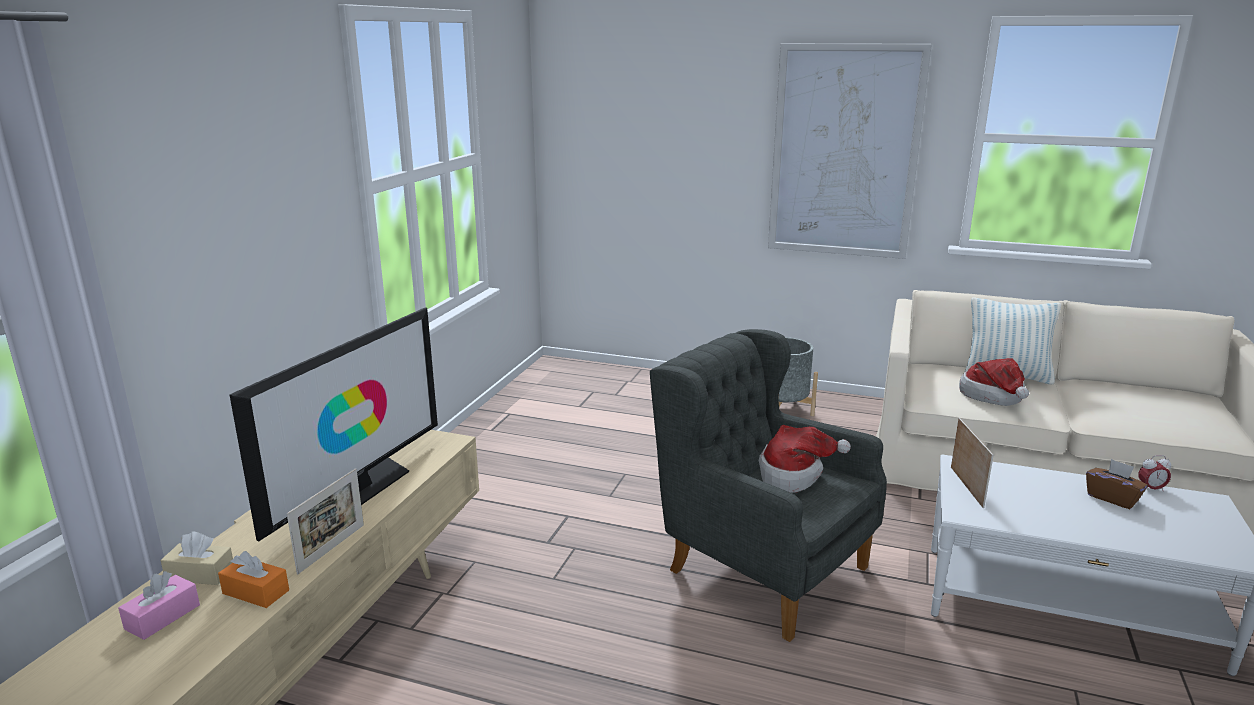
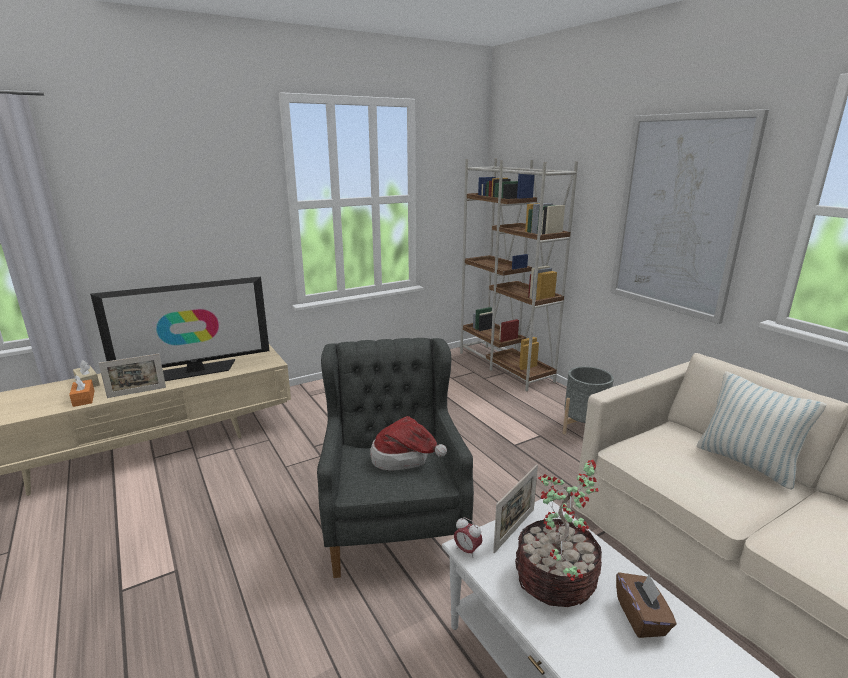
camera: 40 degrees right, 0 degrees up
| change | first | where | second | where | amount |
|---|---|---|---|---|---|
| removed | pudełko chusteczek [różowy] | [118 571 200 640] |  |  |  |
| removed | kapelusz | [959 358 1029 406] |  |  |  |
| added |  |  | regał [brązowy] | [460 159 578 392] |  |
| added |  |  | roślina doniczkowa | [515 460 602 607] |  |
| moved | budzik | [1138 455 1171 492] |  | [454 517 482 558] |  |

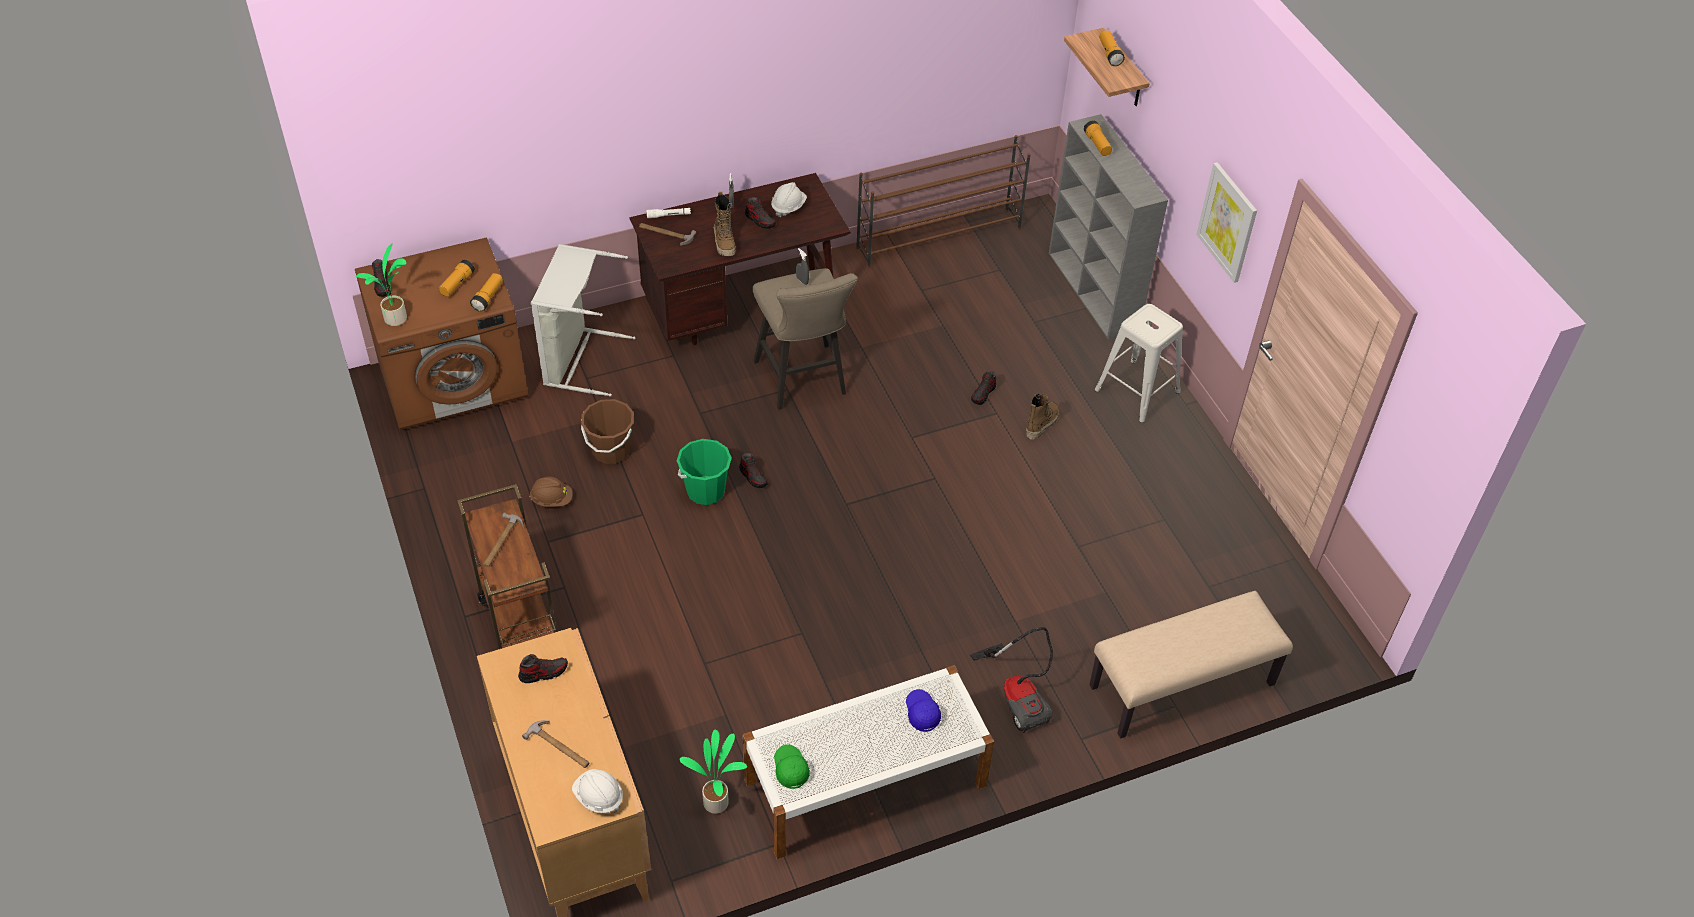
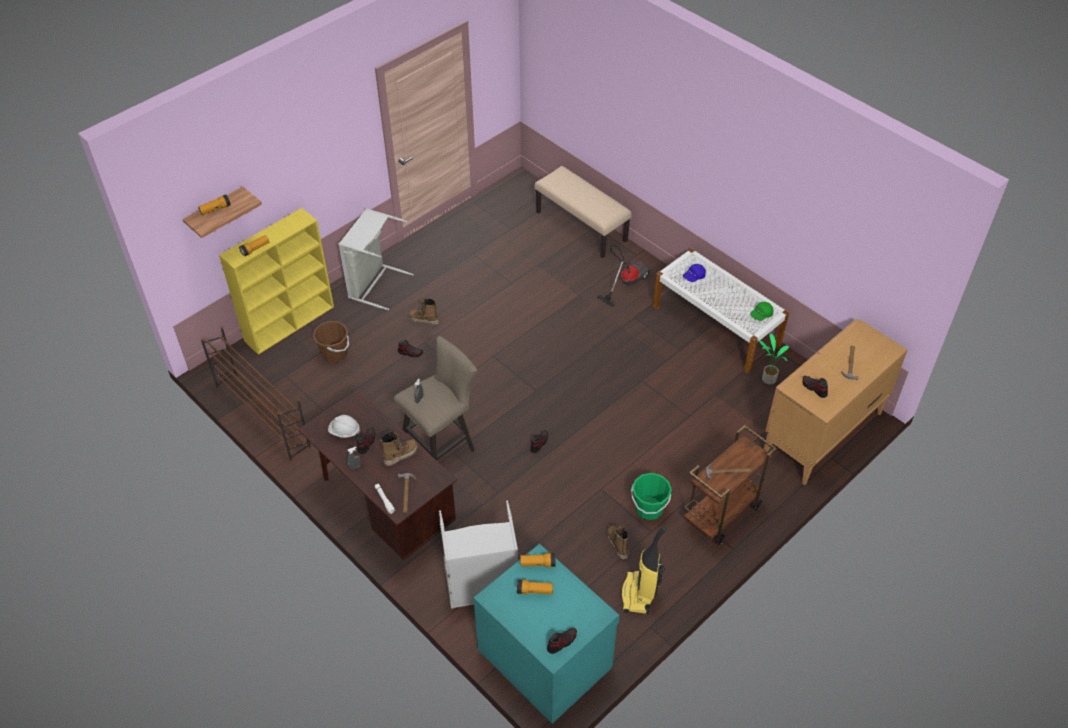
camera: 110 degrees left, 0 degrees up
| change | first | where | second | where | amount |
|---|---|---|---|---|---|
| removed | roślina doniczkowa | [356 244 407 326] |  |  |  |
| removed | kask [biały] | [572 769 623 813] |  |  |  |
| removed | obraz | [1196 162 1257 283] |  |  |  |
| added |  |  | odkurzacz | [621 527 667 614] |  |
| moved | wiadro [brązowy] | [581 399 634 464] |  | [313 321 349 363] |  |
| moved | wiadro [zielony] | [677 439 732 505] |  | [631 473 672 520] |  |
| replaced | kask [brązowy] | [529 477 573 507] | but z cholewką | [607 525 629 560] |  |
| replaced | stołek [biały] | [1094 304 1183 423] | kosz na pranie [szary] | [338 208 414 310] |  |
| recoloured | pralka [brązowy] | [355 237 528 430] | pralka [turkusowy] | [474 544 620 724] |  |
| recoloured | regał [szary] | [1049 114 1168 340] | regał [żółty] | [219 208 334 355] |  |

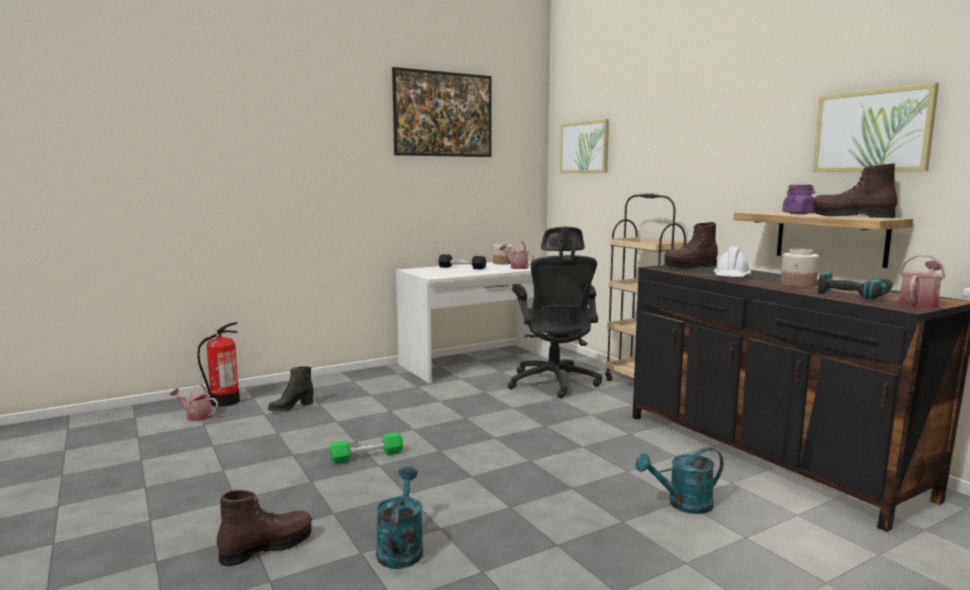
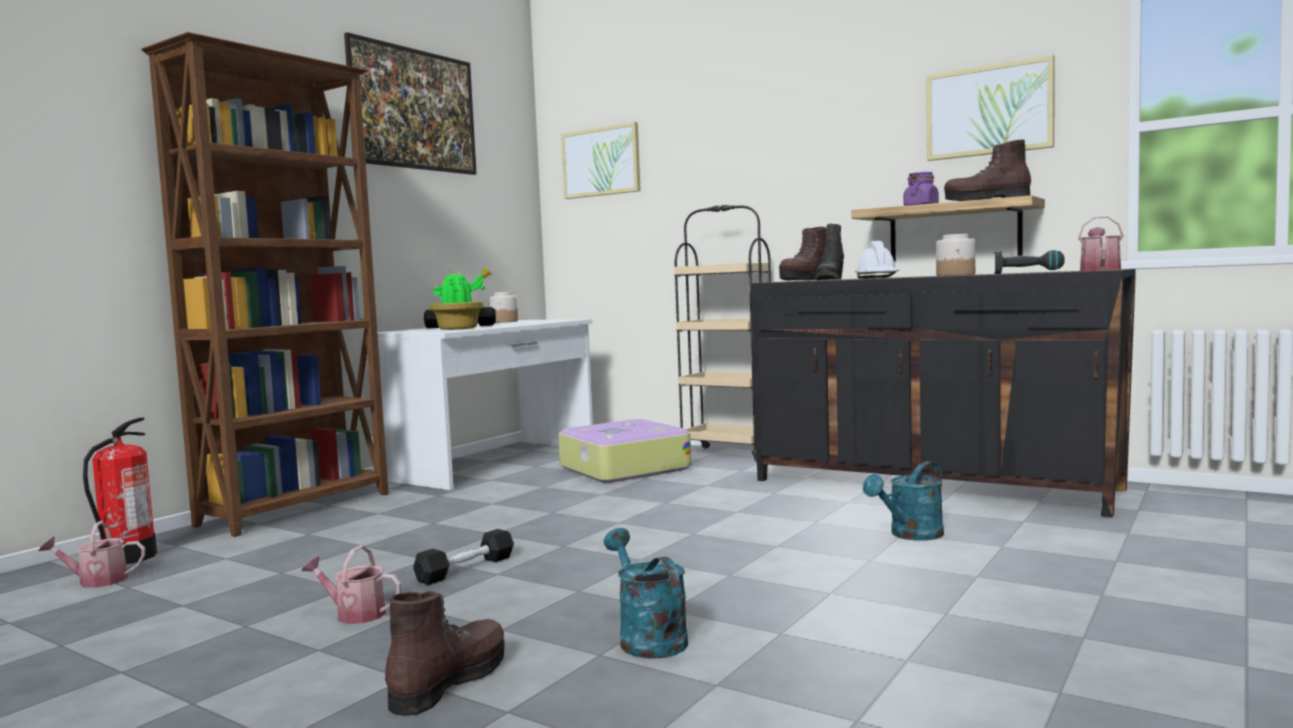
camera: 25 degrees left, 5 degrees down
| change | first | where | second | where | amount |
|---|---|---|---|---|---|
| added |  |  | regał [brązowy] | [141 32 389 537] |  |
| added |  |  | roślina doniczkowa | [429 267 492 330] |  |
| moved | but z cholewką [czarny] | [268 366 314 412] |  | [815 223 844 280] |  |
| moved | konewka | [499 241 534 269] |  | [302 545 401 624] |  |
| replaced | krzesło biurowe | [508 227 602 399] | walizka | [558 419 691 483] |  |
| recoloured | hantel [zielony] | [330 432 403 464] | hantel [czarny] | [413 529 514 585] |  |

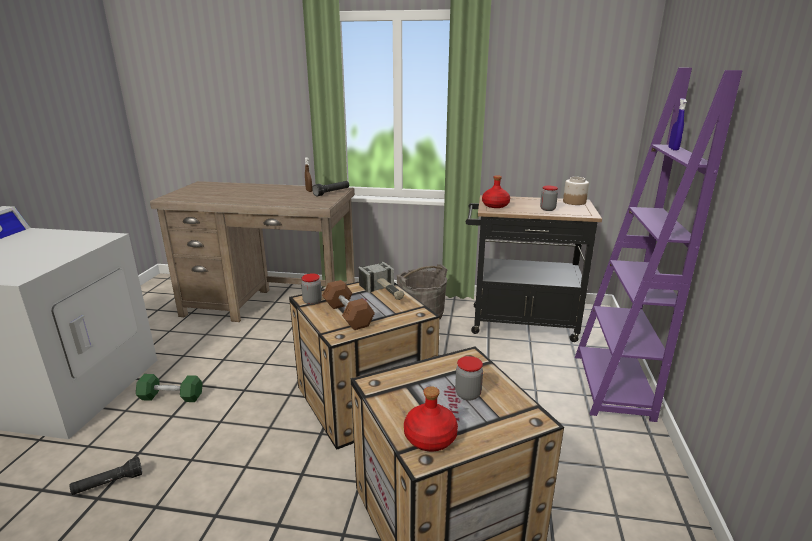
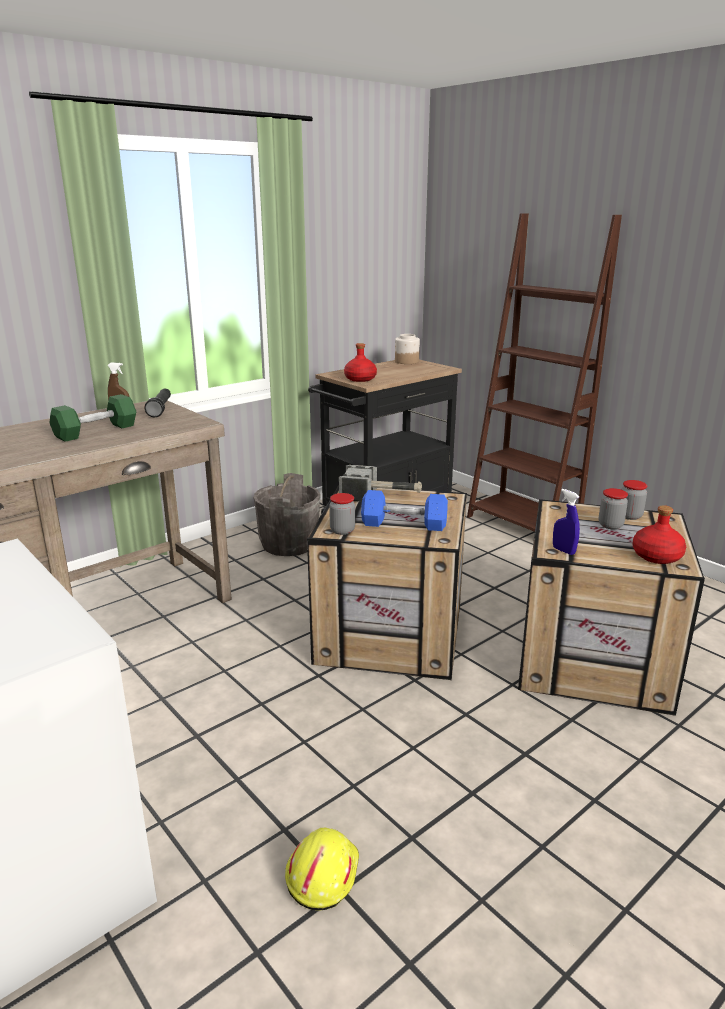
camera: 50 degrees left, 0 degrees up
| change | first | where | second | where | amount |
|---|---|---|---|---|---|
| moved | hantel [zielony] | [136 374 202 402] |  | [50 394 136 442] |  |
| moved | słoik | [540 186 558 211] |  | [621 480 647 520] |  |
| moved | spryskiwacz [niebieski] | [668 98 687 151] |  | [553 489 580 555] |  |
| replaced | latarka [czarny] | [70 457 142 495] | kask [żółty] | [285 828 359 910] |  |
| recoloured | hantel [brązowy] | [322 280 375 330] | hantel [niebieski] | [361 490 448 531] |  |
| recoloured | regał [fioletowy] | [575 68 743 422] | regał [brązowy] | [467 213 622 532] |  |

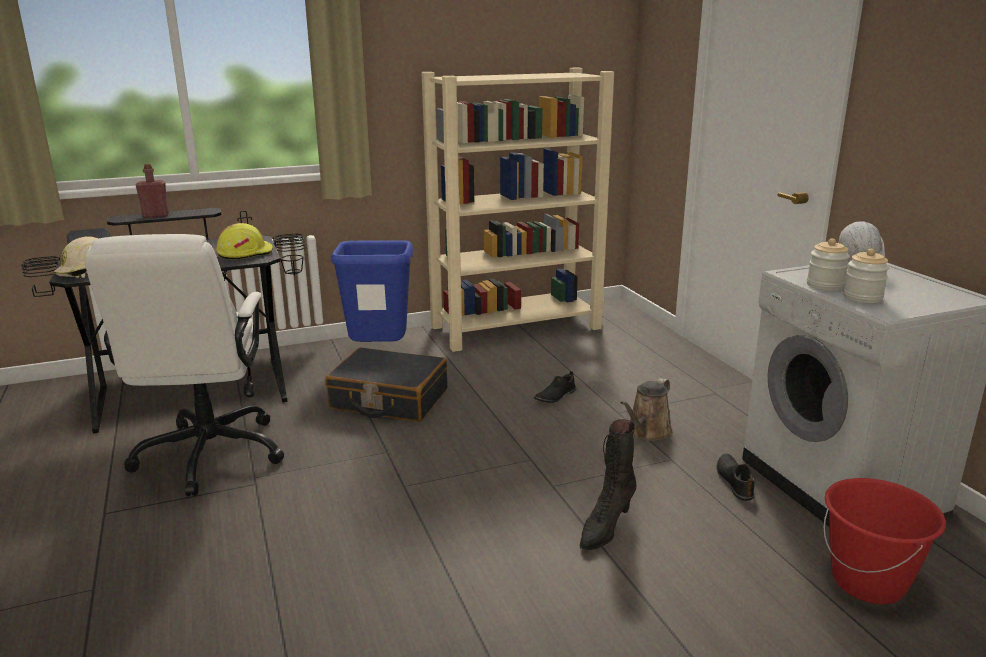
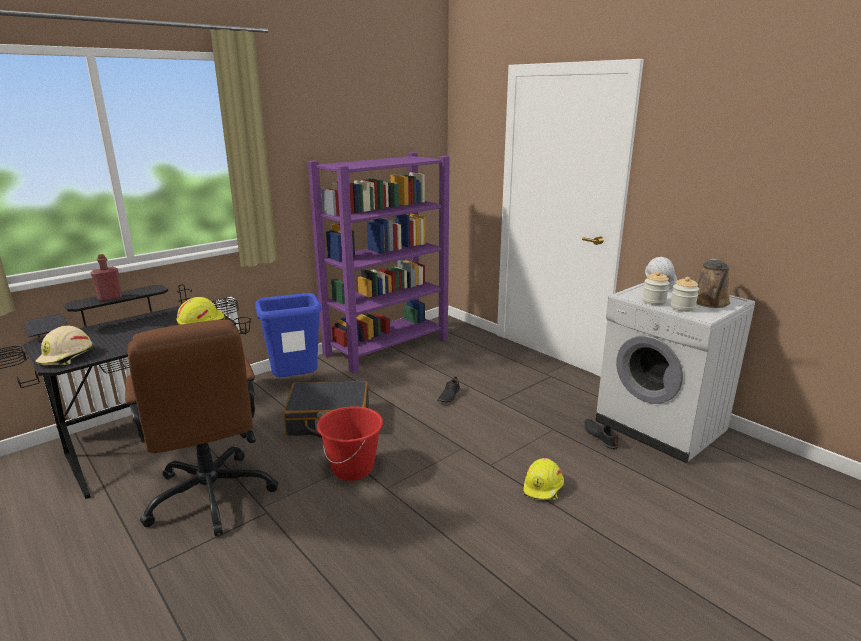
camera: 20 degrees left, 0 degrees up
| change | first | where | second | where | amount |
|---|---|---|---|---|---|
| moved | konewka [brązowy] | [620 378 673 441] |  | [696 259 731 308] |  |
| moved | wiadro [czerwony] | [824 478 946 604] |  | [317 406 383 481] |  |
| replaced | but z cholewką [czarny] | [580 419 637 550] | kask [żółty] | [523 458 564 500] |  |
| recoloured | krzesło biurowe [biały] | [85 234 284 496] | krzesło biurowe [brązowy] | [125 320 278 536] |  |
| recoloured | regał [beżowy] | [422 67 614 352] | regał [fioletowy] | [308 152 450 373] |  |

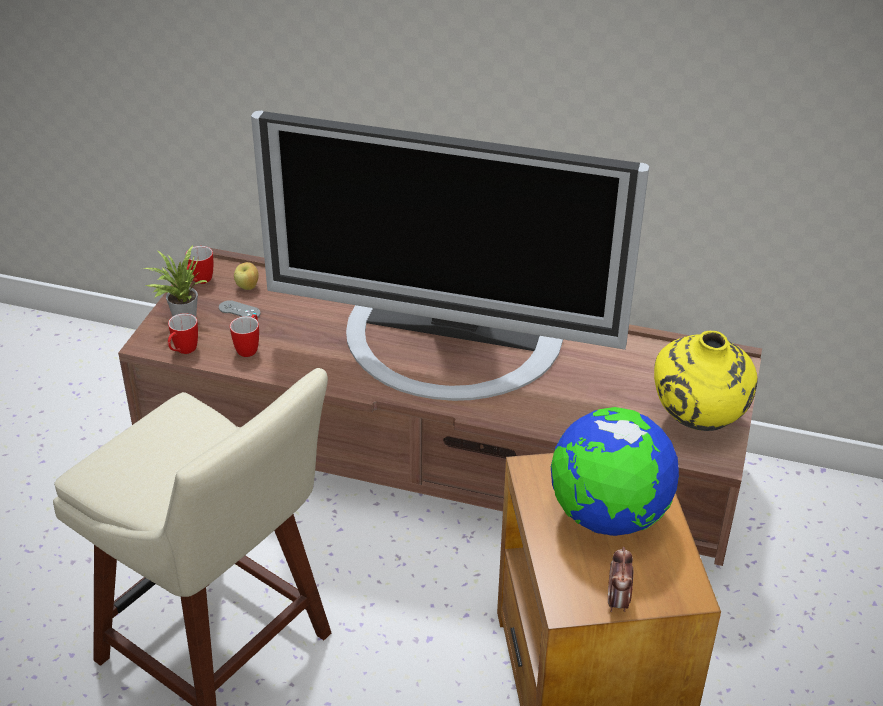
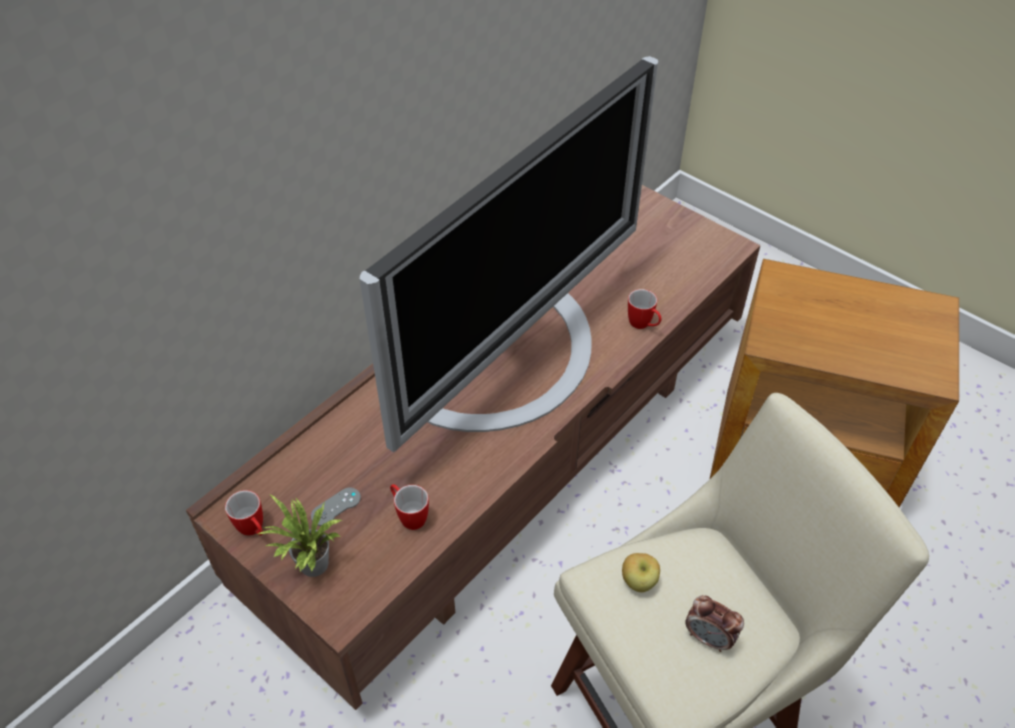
camera: 65 degrees left, 10 degrees up
| change | first | where | second | where | amount |
|---|---|---|---|---|---|
| removed | globus | [551 407 679 536] |  |  |  |
| removed | wazon [żółty] | [654 331 757 431] |  |  |  |
| moved | kubek | [168 313 198 354] |  | [628 289 662 329] |  |
| moved | jabłko | [234 262 259 290] |  | [622 553 660 592] |  |
| moved | budzik | [608 547 633 612] |  | [685 595 744 652] |  |

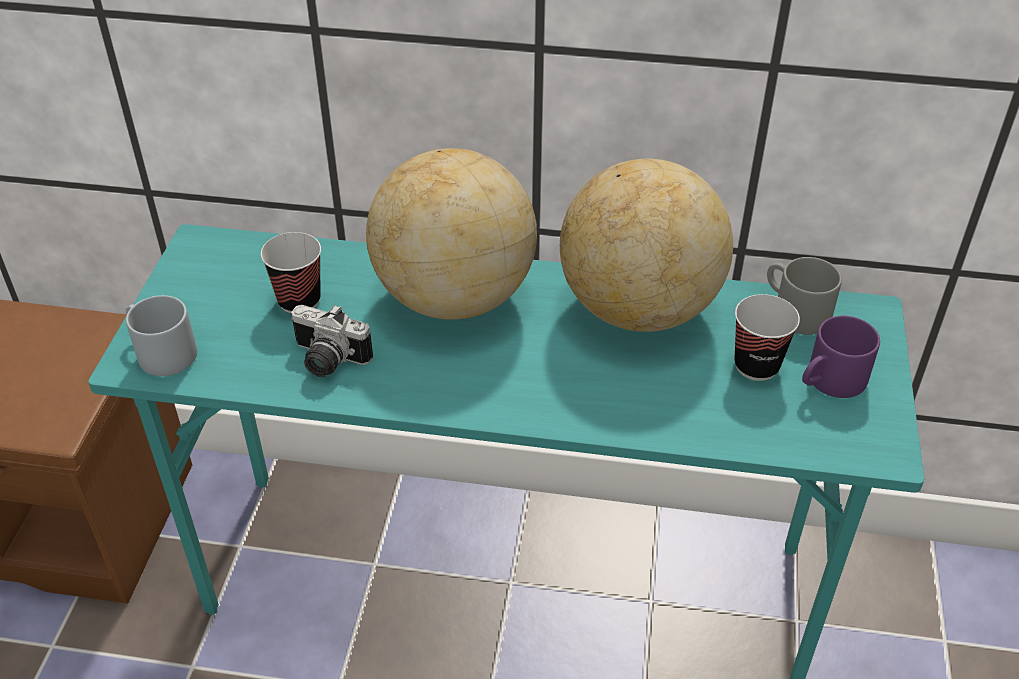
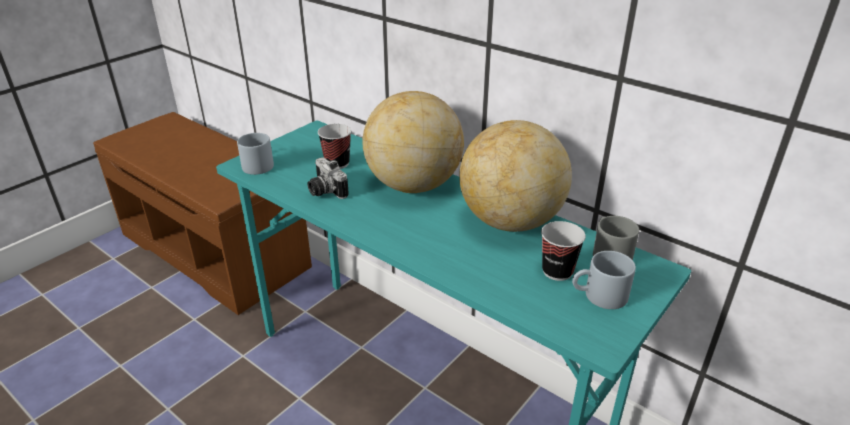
camera: 30 degrees right, 10 degrees down
| change | first | where | second | where | amount |
|---|---|---|---|---|---|
| recoloured | kubek [fioletowy] | [802 316 880 398] | kubek [szary] | [572 251 636 309] |  |

